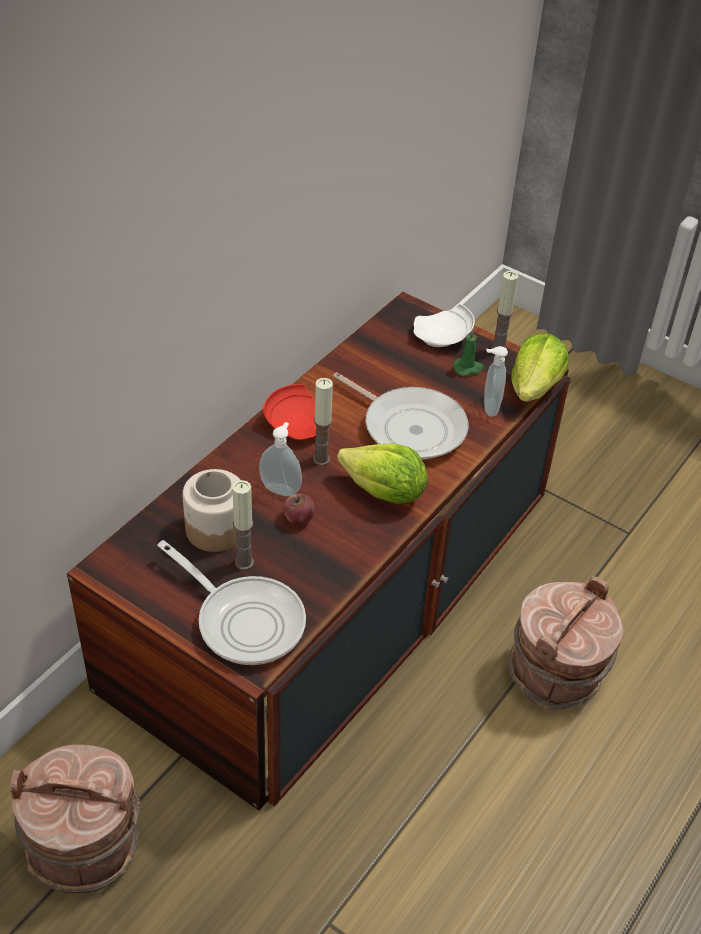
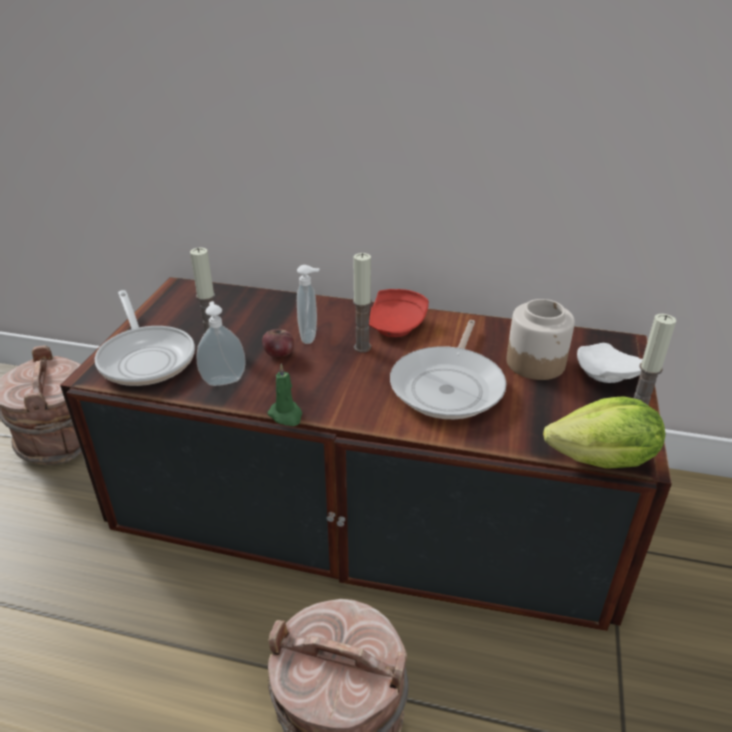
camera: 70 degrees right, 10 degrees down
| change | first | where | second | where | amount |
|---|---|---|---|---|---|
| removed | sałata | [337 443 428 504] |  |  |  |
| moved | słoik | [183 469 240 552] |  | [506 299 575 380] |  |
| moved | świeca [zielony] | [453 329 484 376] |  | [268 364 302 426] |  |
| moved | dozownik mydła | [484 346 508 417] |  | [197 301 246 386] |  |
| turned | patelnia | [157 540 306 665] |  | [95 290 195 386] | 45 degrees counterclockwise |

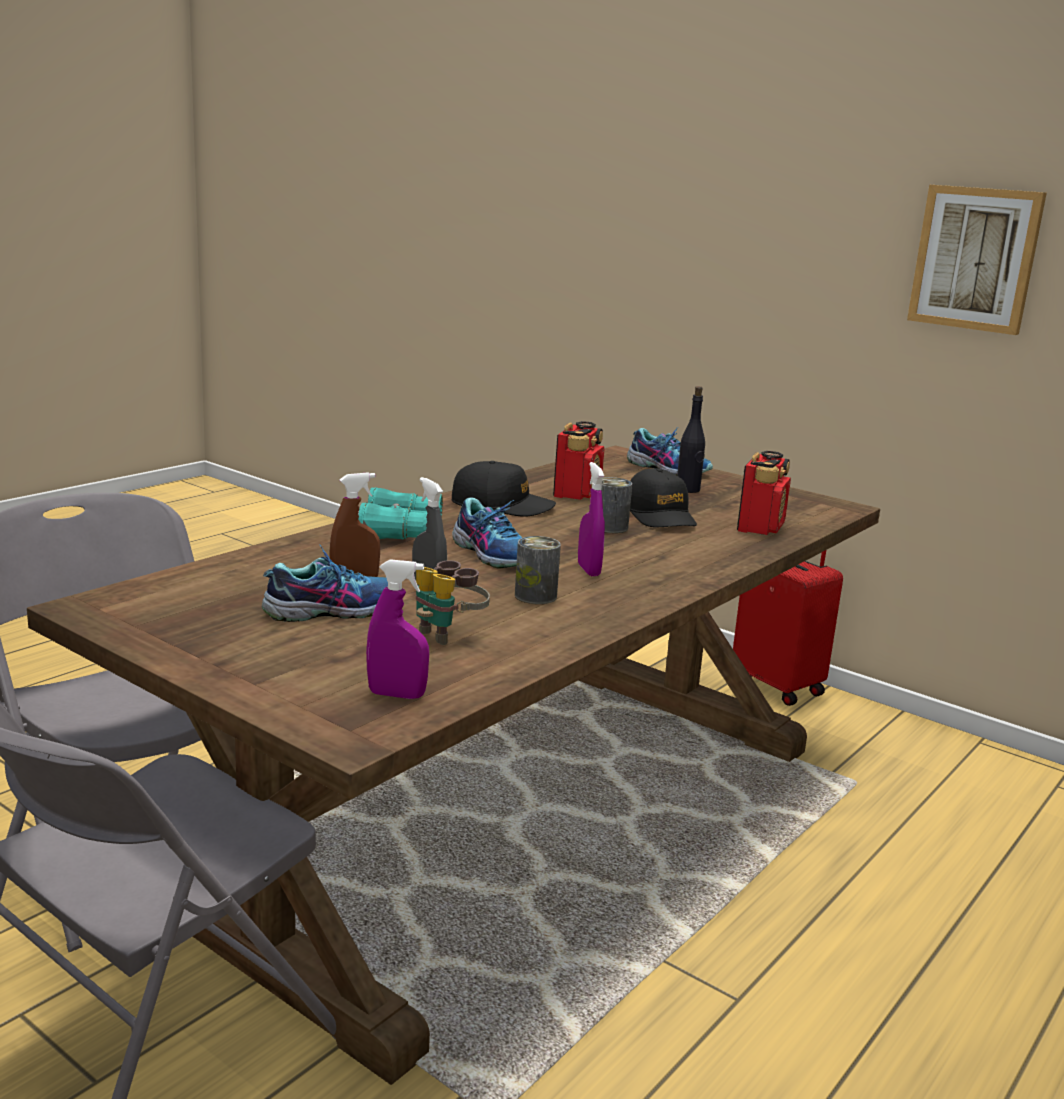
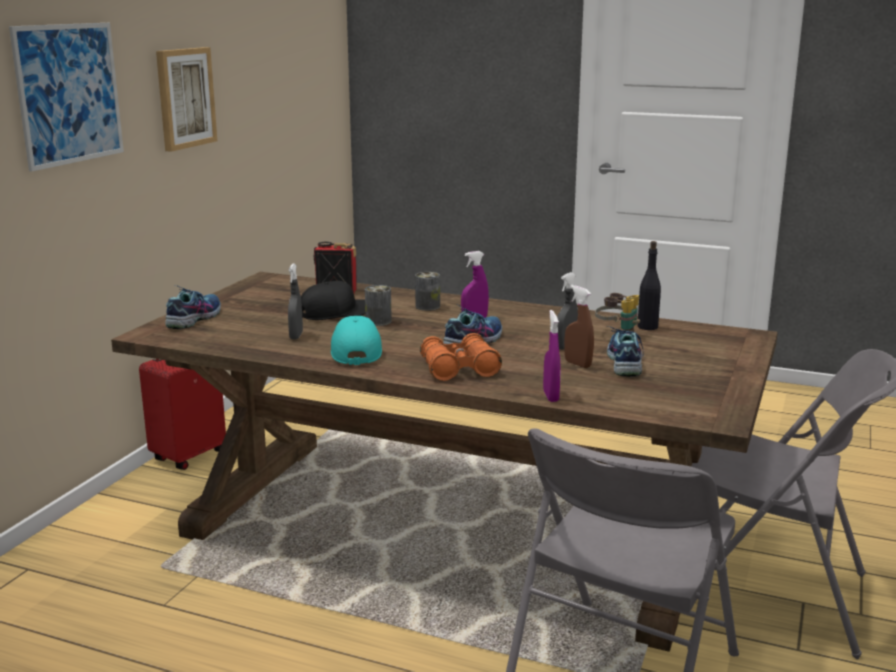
camera: 105 degrees left, 0 degrees up
| change | first | where | second | where | amount |
|---|---|---|---|---|---|
| added |  |  | obraz | [9 23 124 172] |  |
| moved | spryskiwacz [fioletowy] | [366 559 429 699] |  | [543 310 560 402] |  |
| moved | puszka | [515 536 561 604] |  | [415 272 440 311] |  |
| moved | butelka [czarny] | [677 386 705 493] |  | [637 241 661 330] |  |
| replaced | radio | [553 421 604 500] | spryskiwacz [szary] | [288 264 303 339] |  |
| recoloured | lornetka [turkusowy] | [359 487 443 540] | lornetka [pomarańczowy] | [420 333 502 381] |  |
| recoloured | czapka z daszkiem [czarny] | [452 461 556 517] | czapka z daszkiem [turkusowy] | [331 316 382 365] |  |
| turned | but | [262 545 388 622] |  | [606 326 644 377] | 45 degrees clockwise |

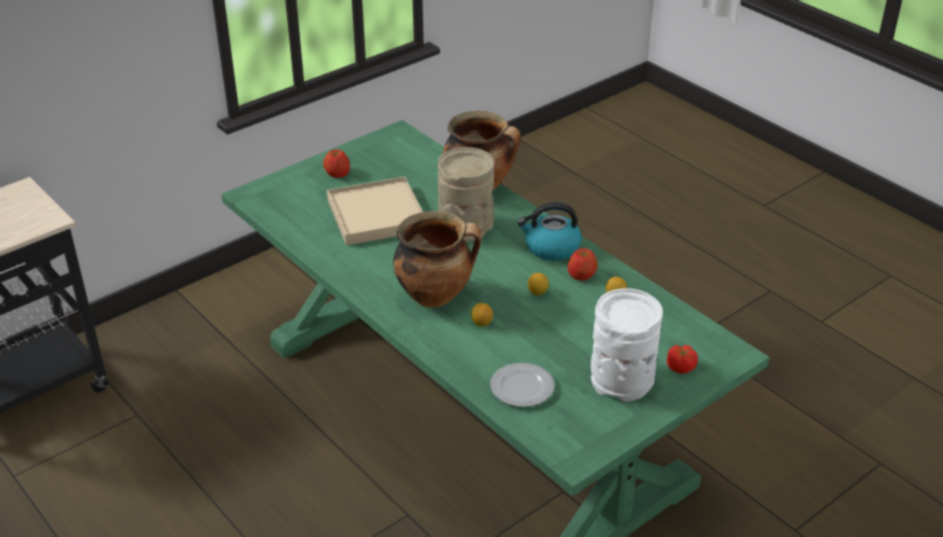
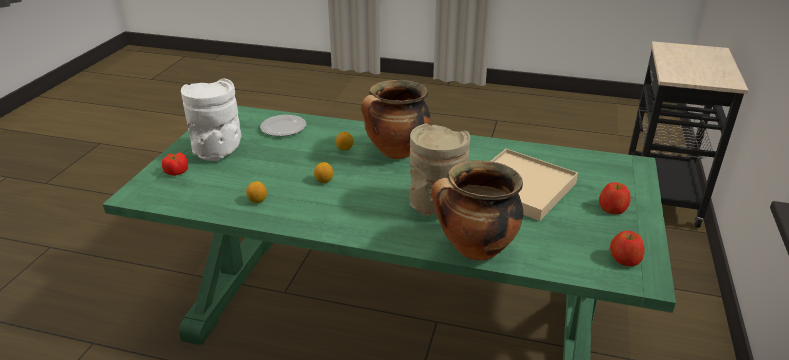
camera: 145 degrees right, 5 degrees down
| change | first | where | second | where | amount |
|---|---|---|---|---|---|
| removed | czajnik | [517 202 582 261] |  |  |  |
| moved | jabłko | [567 248 598 281] |  | [610 231 645 266] |  |

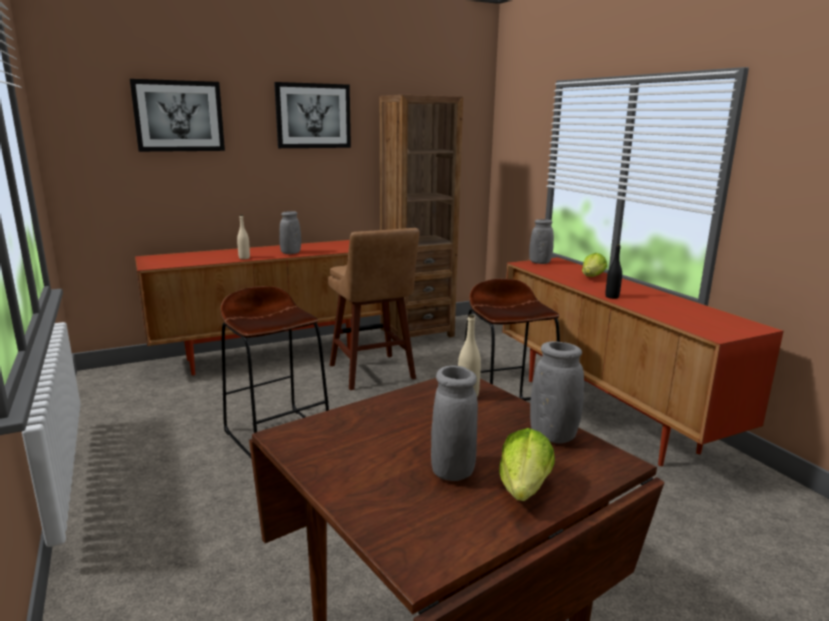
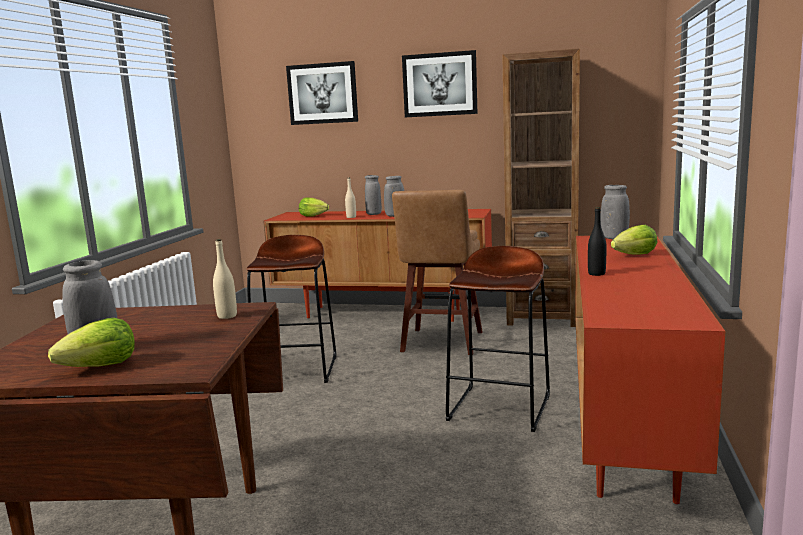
camera: 40 degrees right, 5 degrees down
| change | first | where | second | where | amount |
|---|---|---|---|---|---|
| added |  |  | sałata | [299 198 329 217] |  |
| moved | wazon [szary] | [530 341 584 443] |  | [365 175 382 215] |  |

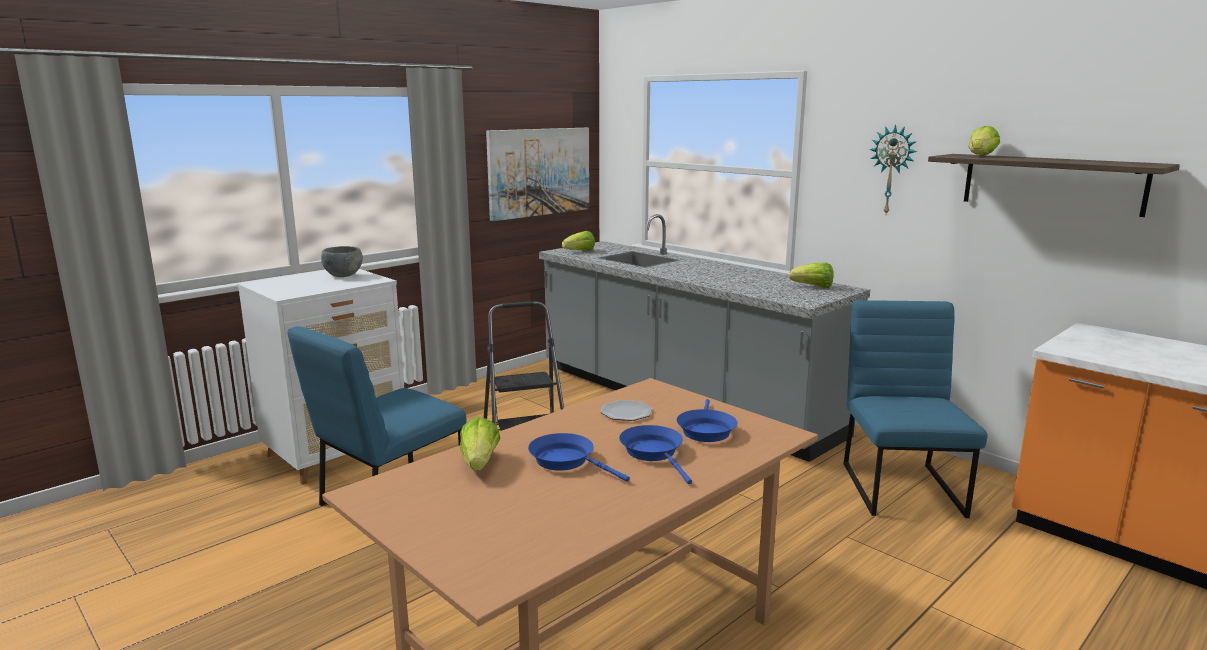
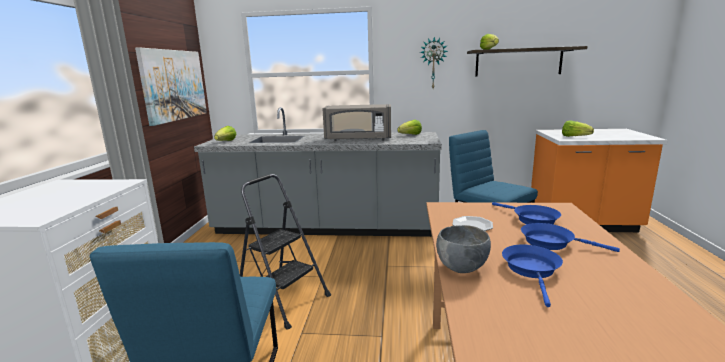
camera: 40 degrees left, 0 degrees up
| change | first | where | second | where | amount |
|---|---|---|---|---|---|
| added |  |  | mikrofalówka [szary] | [322 104 391 141] |  |
| moved | miska [szary] | [321 246 363 277] |  | [436 225 491 273] |  |
| moved | sałata | [460 417 501 471] |  | [562 120 594 137] |  |
| turned | patelnia [niebieski] | [528 433 630 482] |  | [502 244 563 307] | 105 degrees clockwise |

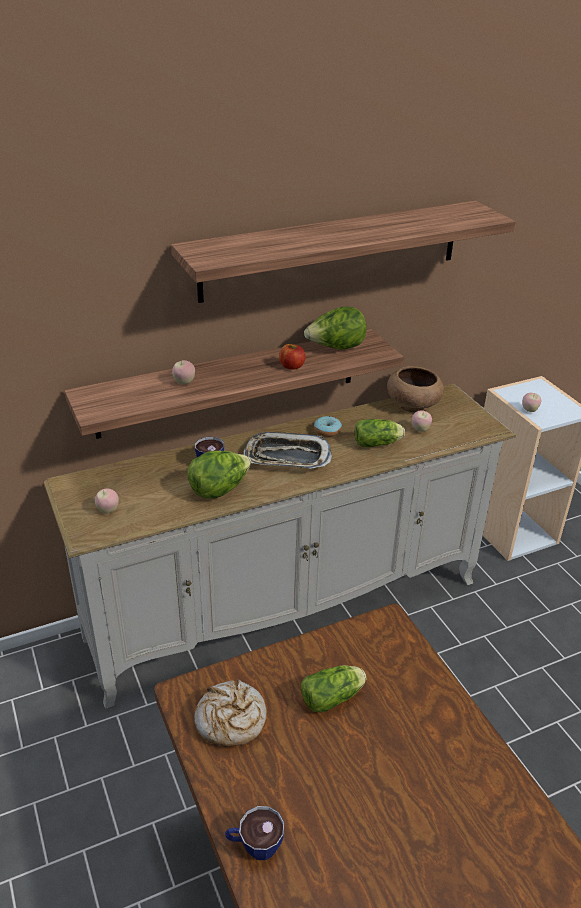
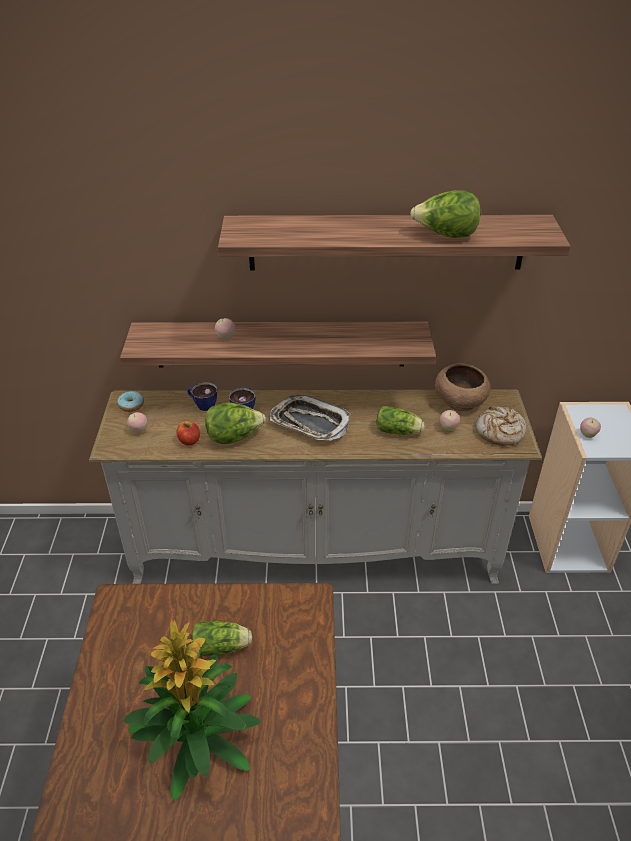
camera: 25 degrees right, 5 degrees up
| change | first | where | second | where | amount |
|---|---|---|---|---|---|
| added |  |  | roślina doniczkowa | [123 619 262 801] |  |
| moved | chleb | [194 679 267 747] |  | [476 406 527 446] |  |
| moved | filiżanka | [225 806 284 860] |  | [187 382 217 411] |  |
| moved | jabłko | [279 344 305 370] |  | [177 421 200 445] |  |
| moved | sałata | [304 306 366 349] |  | [410 190 480 238] |  |
| moved | donut | [314 416 342 437] |  | [117 391 144 412] |  |

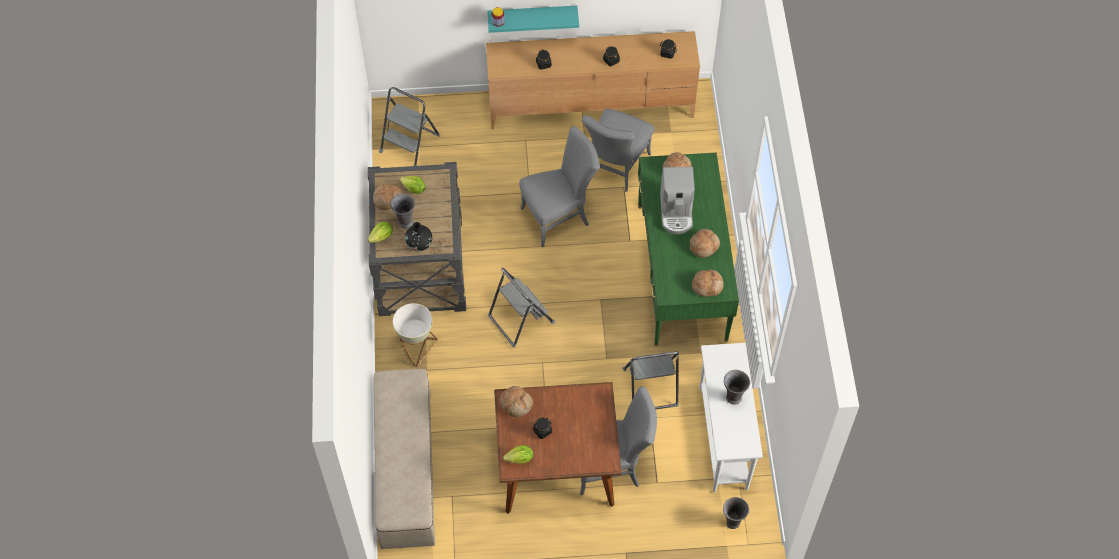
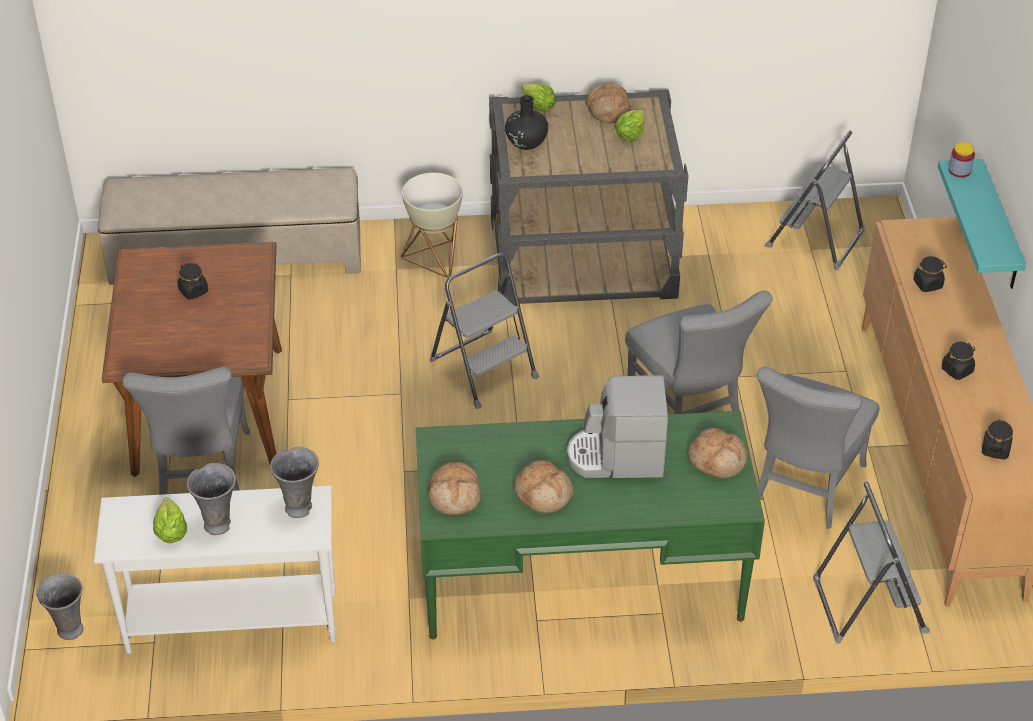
camera: 90 degrees right, 15 degrees down
| change | first | where | second | where | amount |
|---|---|---|---|---|---|
| removed | chleb | [500 386 533 417] |  |  |  |
| moved | wazon [szary] | [390 193 415 229] |  | [270 447 319 518] |  |
| moved | sałata | [503 445 533 464] |  | [153 497 187 543] |  |
| moved | drabinka [szary] | [622 351 679 409] |  | [813 482 930 644] |  |
| turned | krzesło [szary] | [581 109 654 192] |  | [756 366 879 529] | 90 degrees counterclockwise |

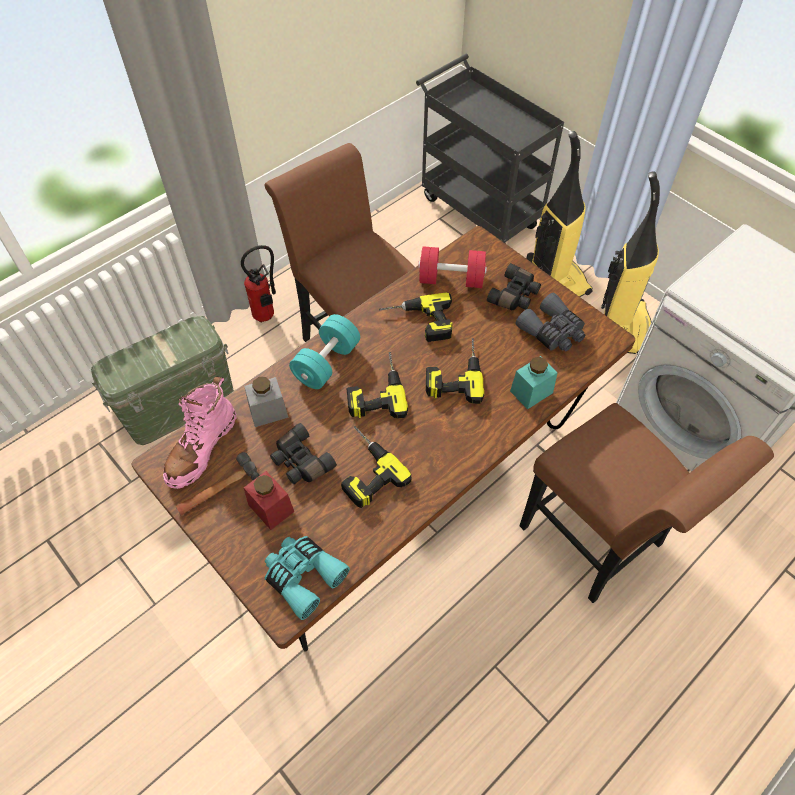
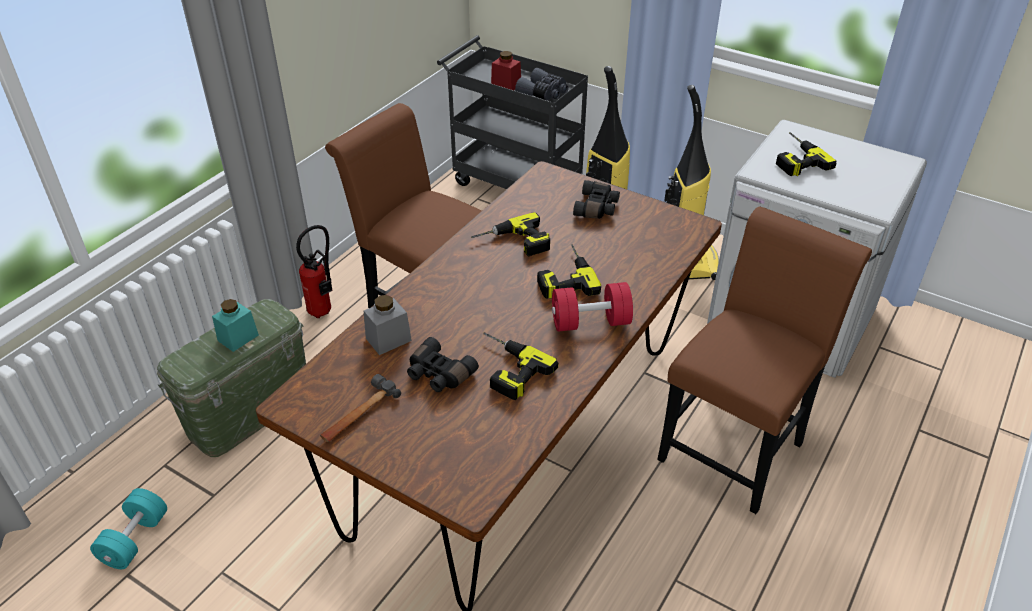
camera: 15 degrees left, 15 degrees down
| change | first | where | second | where | amount |
|---|---|---|---|---|---|
| removed | but z cholewką [różowy] | [163 377 236 489] |  |  |  |
| removed | lornetka [turkusowy] | [265 536 350 620] |  |  |  |
| moved | słoik [czerwony] | [244 471 294 530] |  | [491 51 521 90] |  |
| moved | hantel [turkusowy] | [289 314 360 389] |  | [90 488 167 569] |  |
| moved | wiertarka | [346 352 408 419] |  | [776 133 836 176] |  |
| moved | hantel [czerwony] | [418 246 487 288] |  | [552 282 633 332] |  |
| moved | słoik [turkusowy] | [510 356 558 409] |  | [212 299 259 352] |  |
| moved | lornetka [szary] | [516 293 585 352] |  | [515 68 569 100] |  |
| turned | krzesło [brązowy] | [519 403 774 603] |  | [657 206 872 514] | 90 degrees counterclockwise |

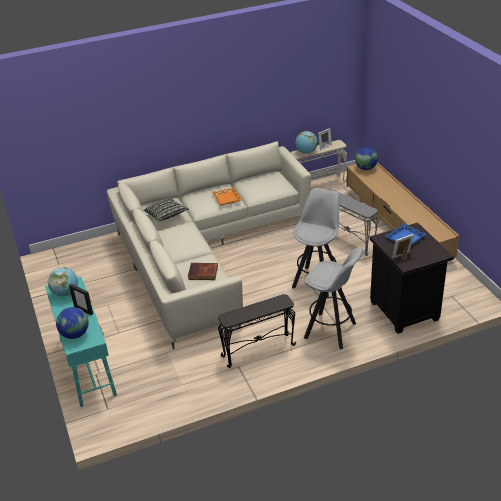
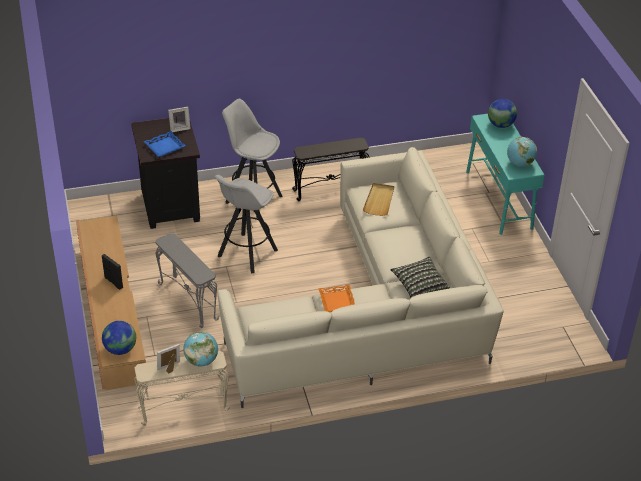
camera: 175 degrees left, 5 degrees up
| change | first | where | second | where | amount |
|---|---|---|---|---|---|
| moved | ramka na zdjęcie | [69 284 93 315] |  | [102 254 123 290] |  |
| replaced | książka | [188 263 218 280] | taca [beżowy] | [363 183 394 216] |  |

